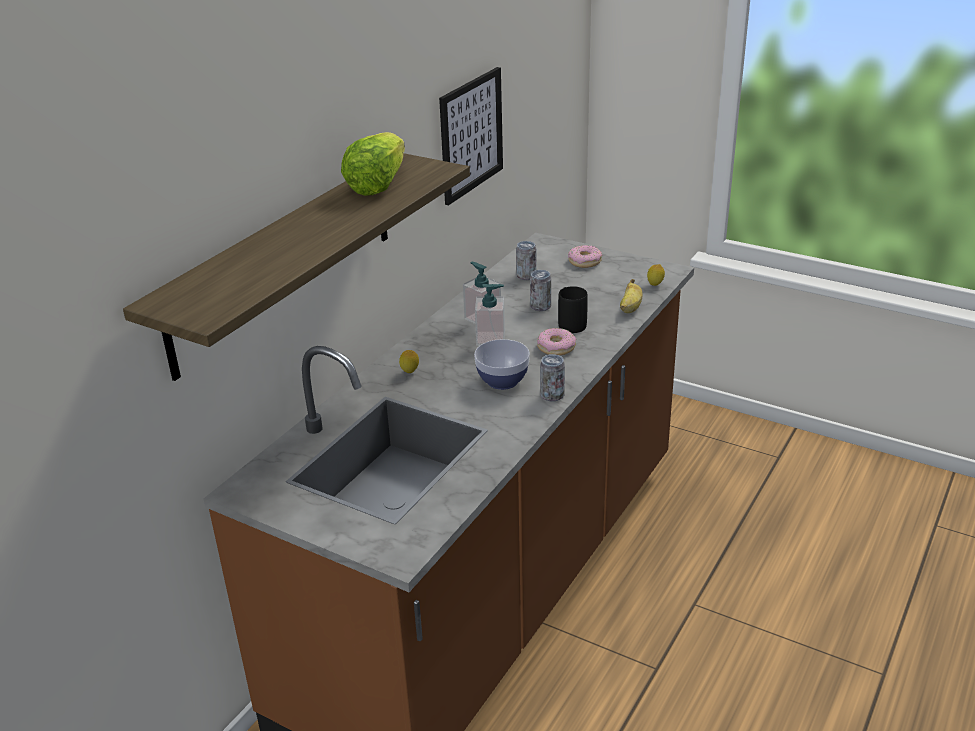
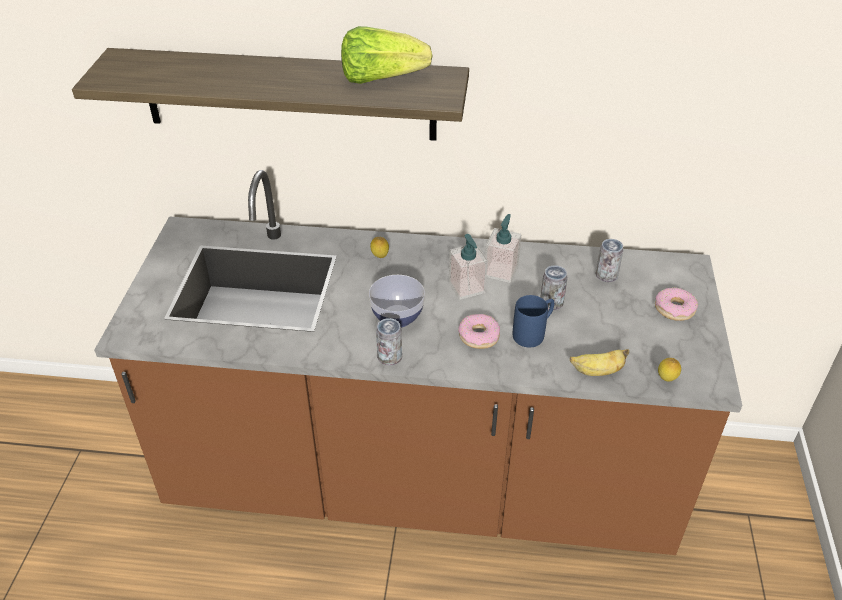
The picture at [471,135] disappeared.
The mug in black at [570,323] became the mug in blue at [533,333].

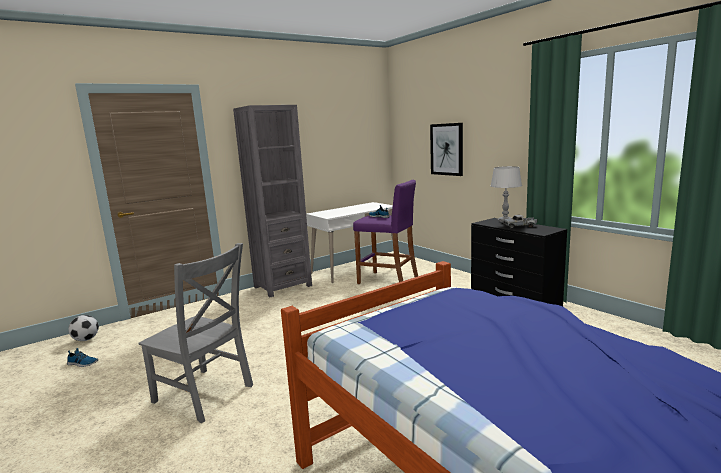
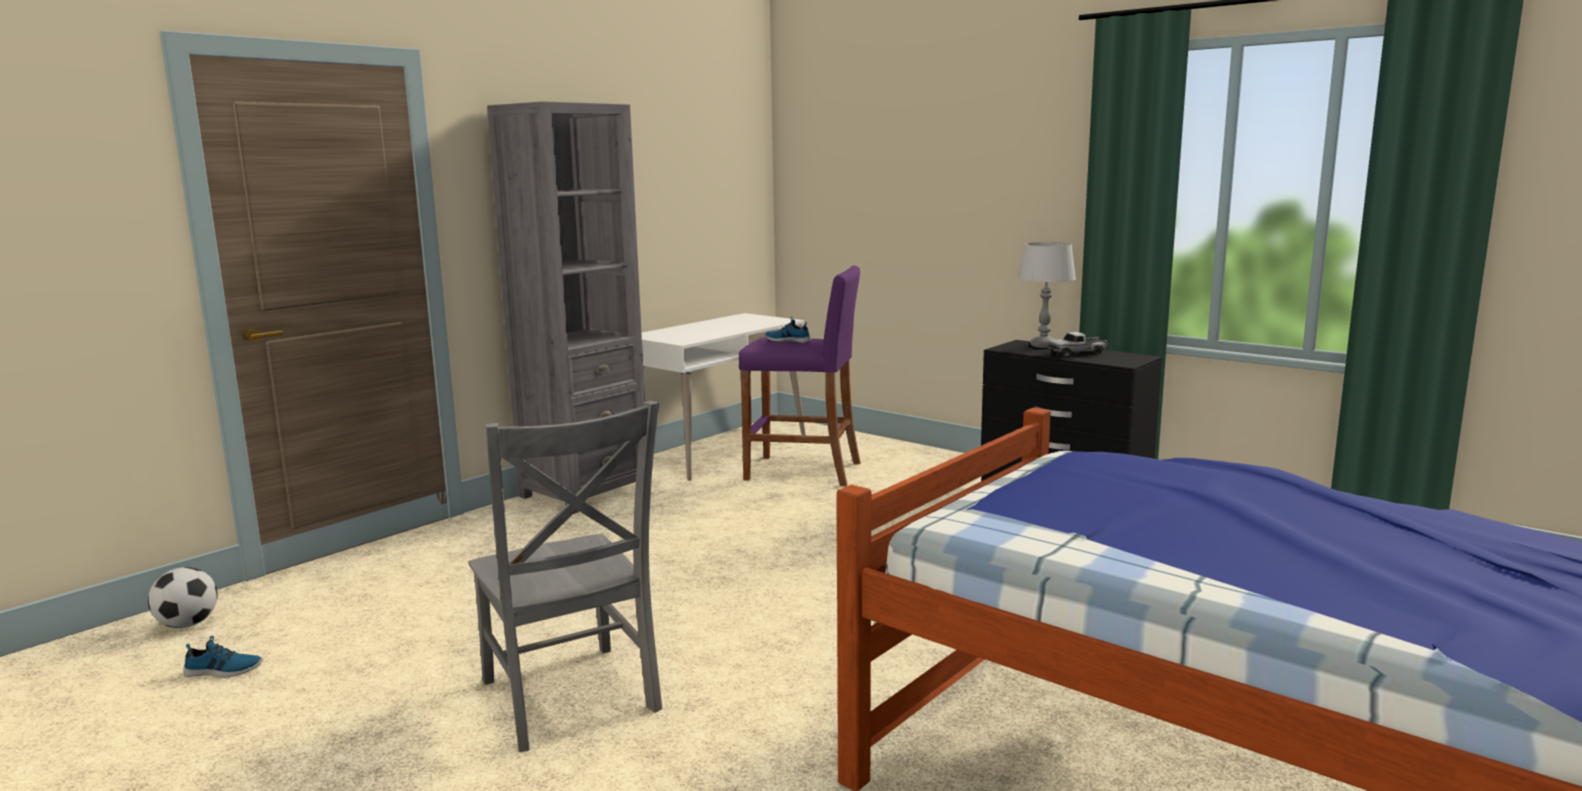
The picture at [446,149] disappeared.
The chair in grey at [205,395] turned 45 degrees clockwise.

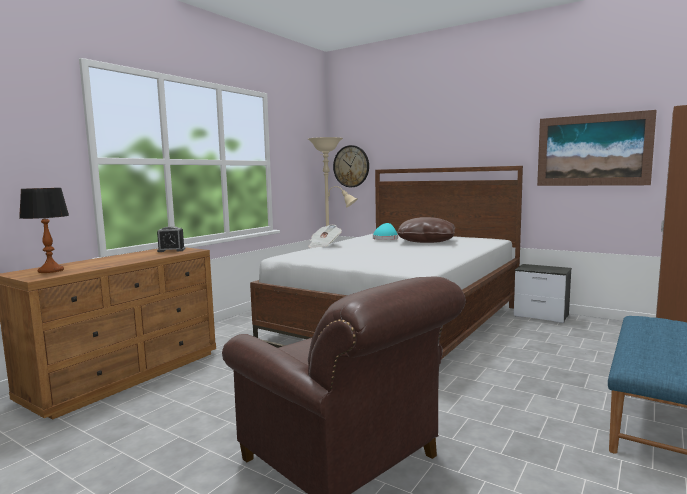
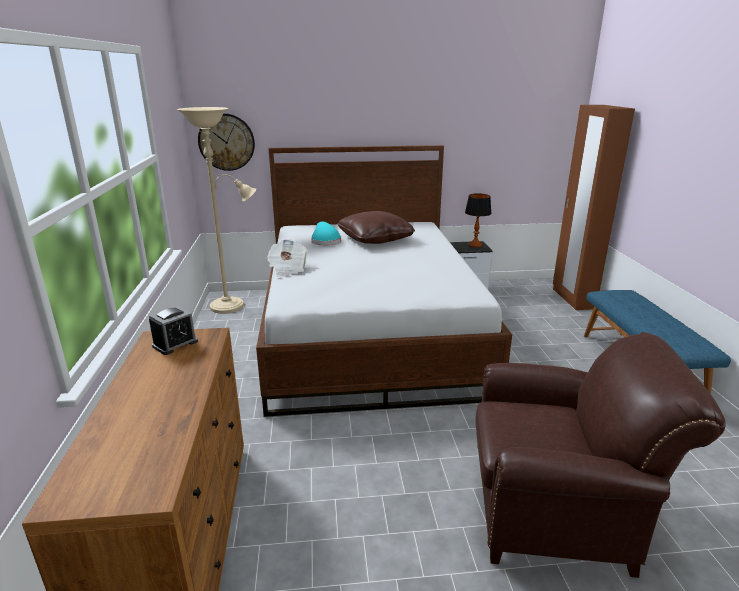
The picture at [592,150] disappeared.
The table lamp moved from [51,271] to [475,245].

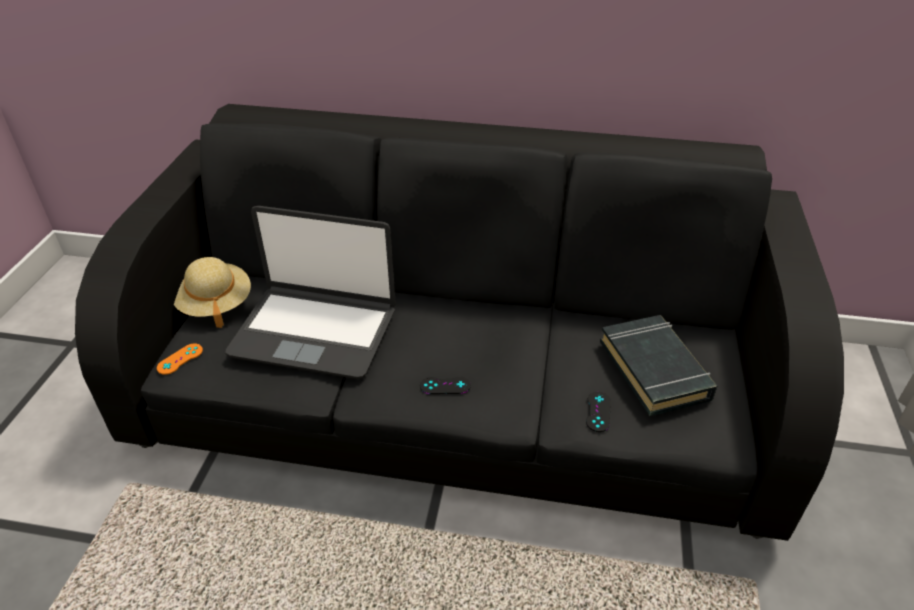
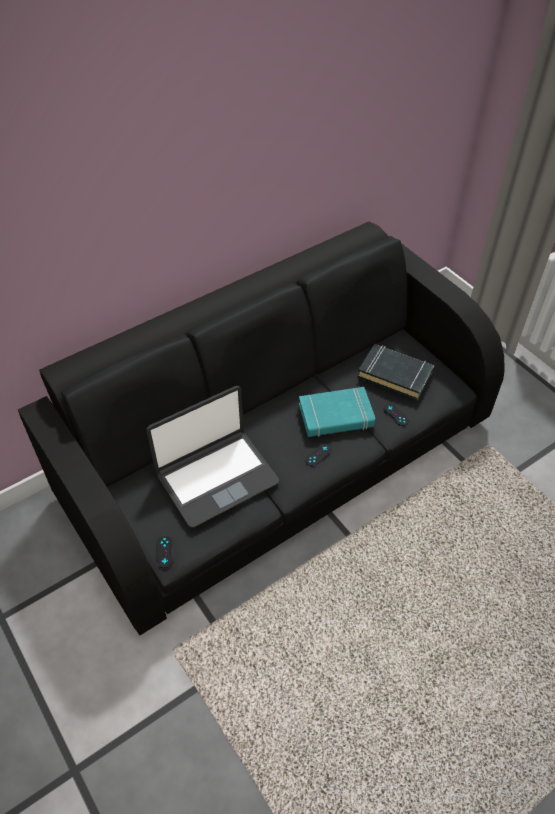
The hat in beige at [214,304] disappeared.
The book in turquoise at [336,416] appeared.
The game controller in orange at [180,359] became the game controller in black at [164,552].

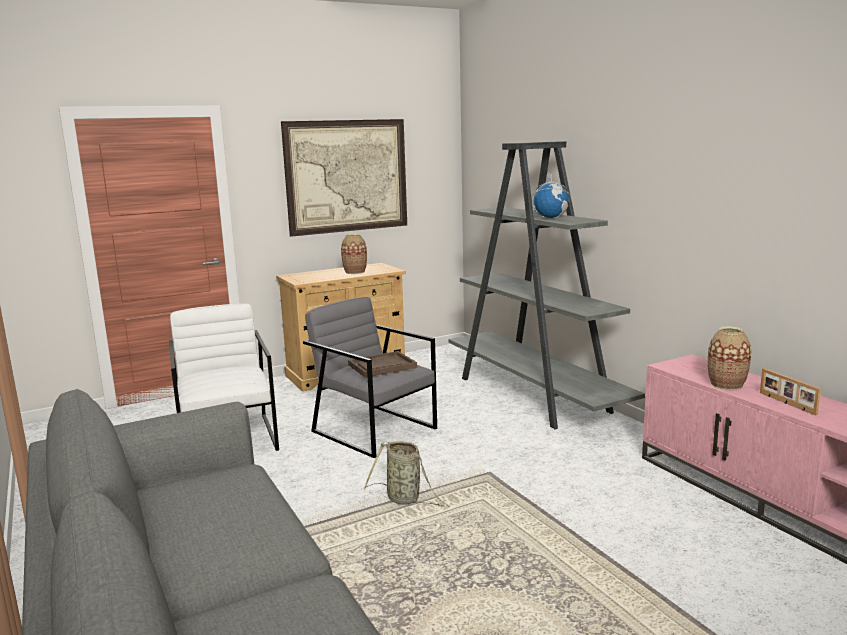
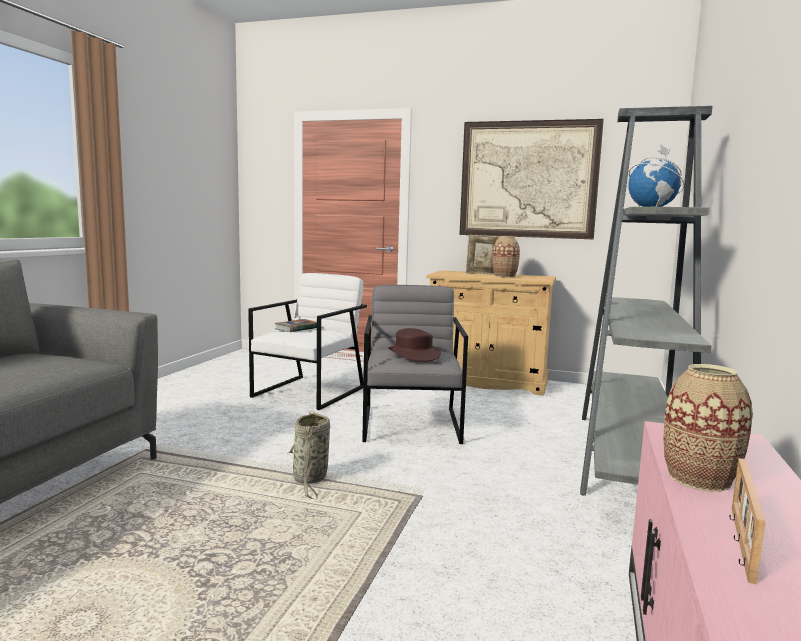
The book at [297,328] appeared.
The picture frame at [482,274] appeared.
The tray in brown at [382,366] was replaced by the hat in brown at [413,354].

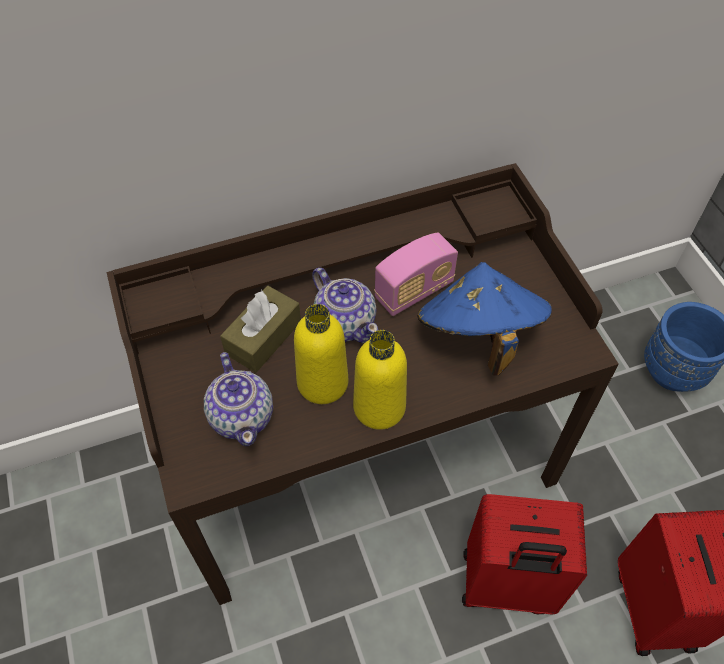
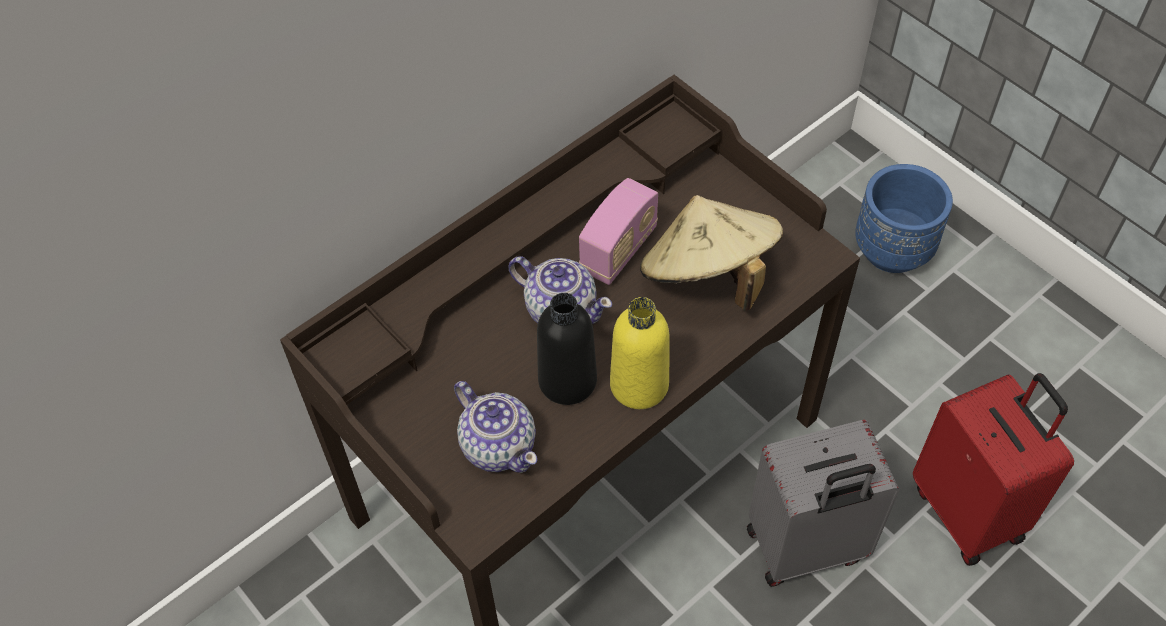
The tissue box in brown at [263,337] disappeared.
The bottle in yellow at [322,383] became the bottle in black at [567,381].
The hat in blue at [478,336] became the hat in beige at [708,276].
The suitcase in red at [506,585] became the suitcase in grey at [806,548].

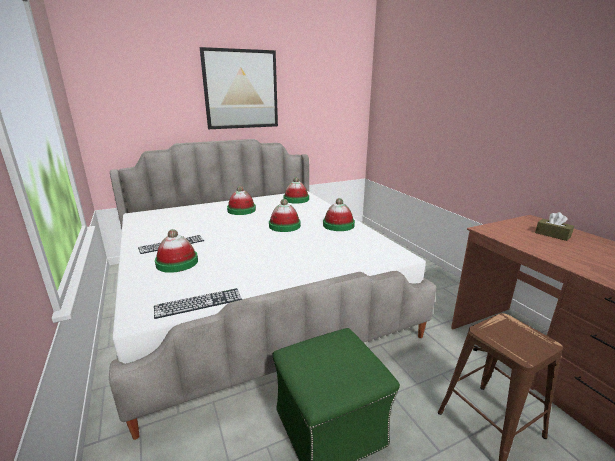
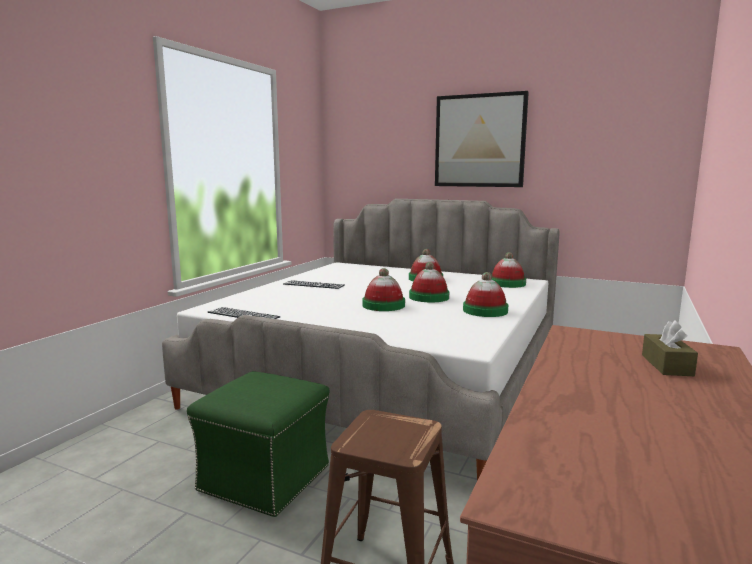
The hat moved from [177,262] to [383,305].

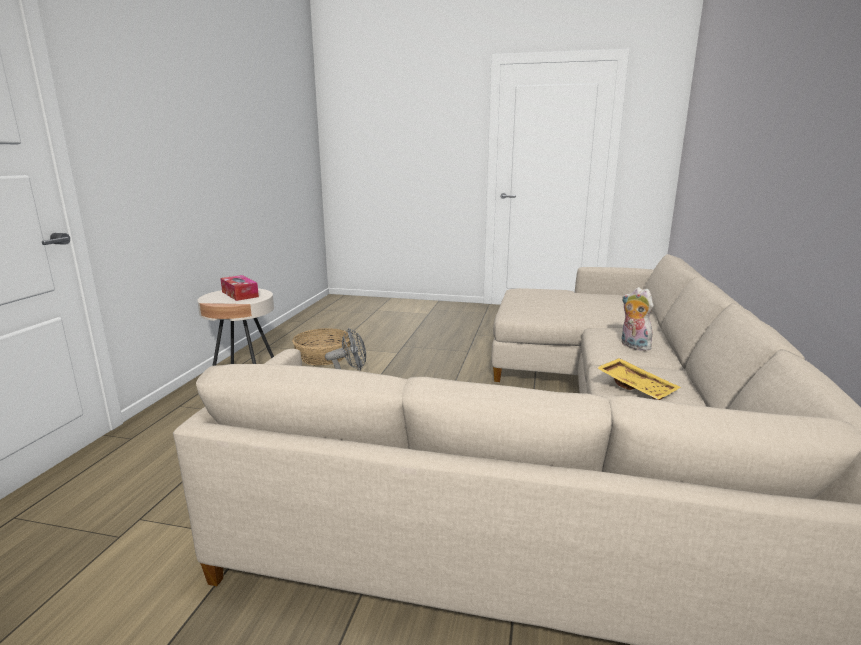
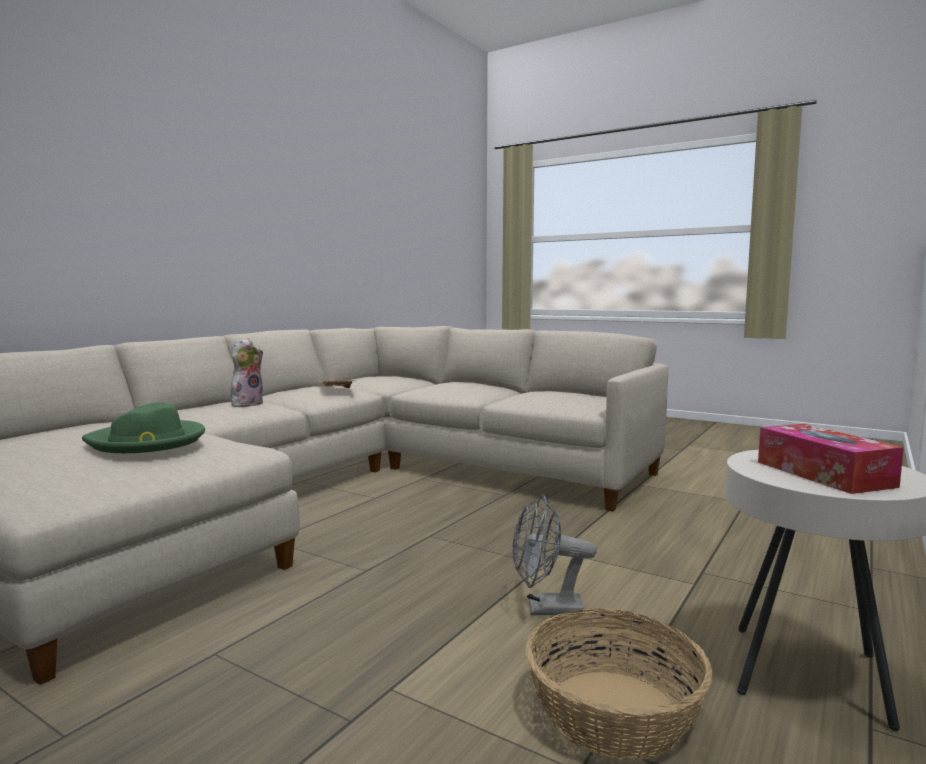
The hat in green at [148,441] appeared.
The plush toy at [633,346] turned 135 degrees counterclockwise.

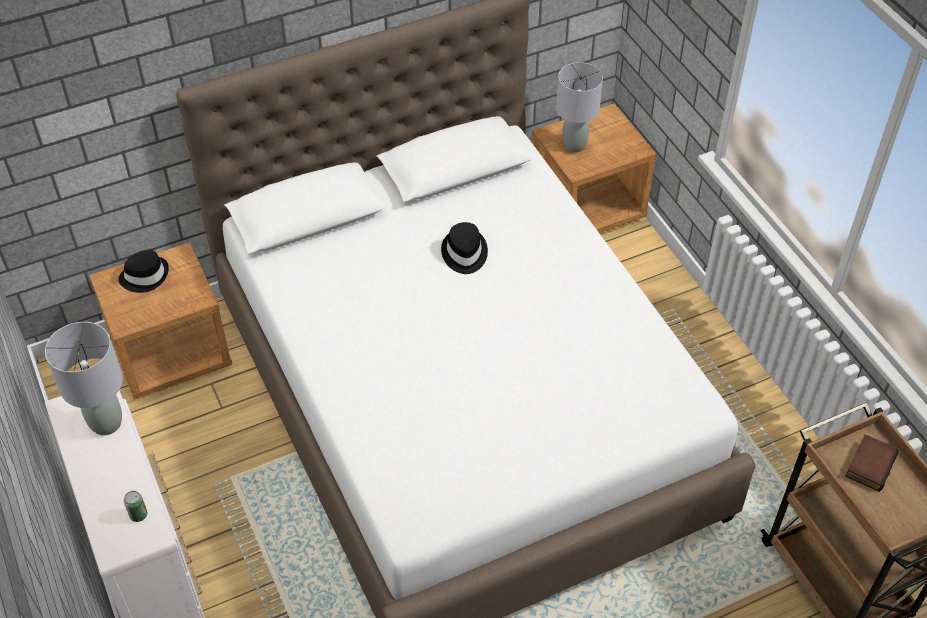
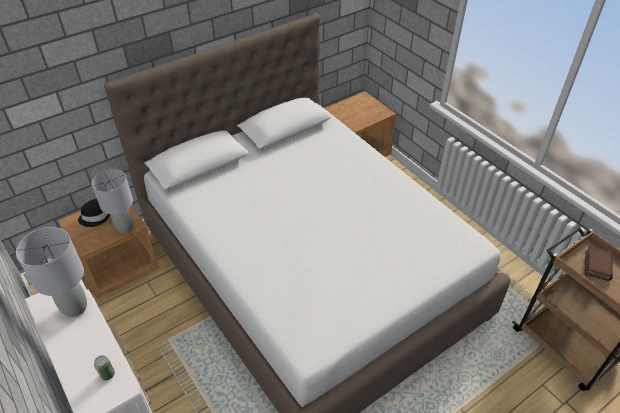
The hat in black at [464,253] disappeared.
The table lamp in grey moved from [574,145] to [125,227].

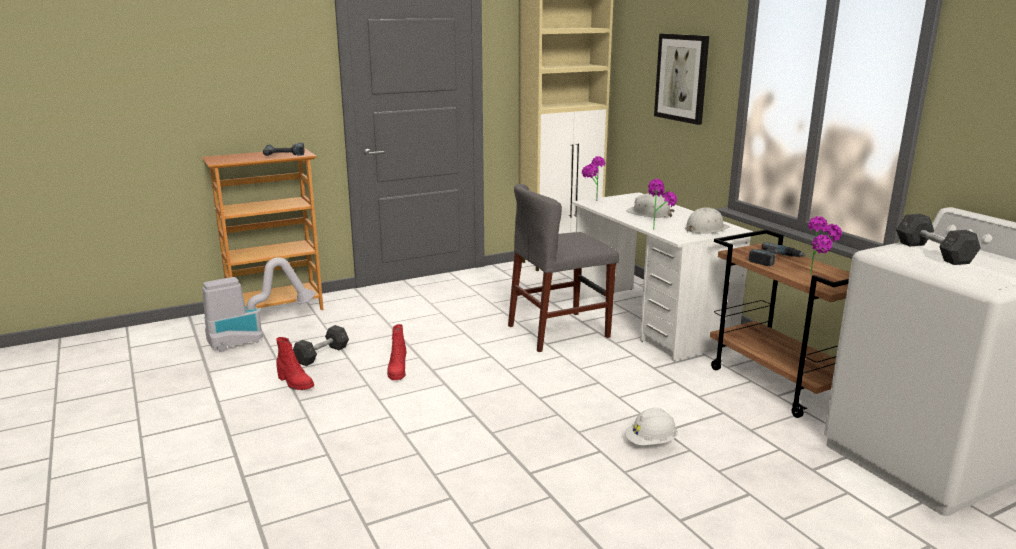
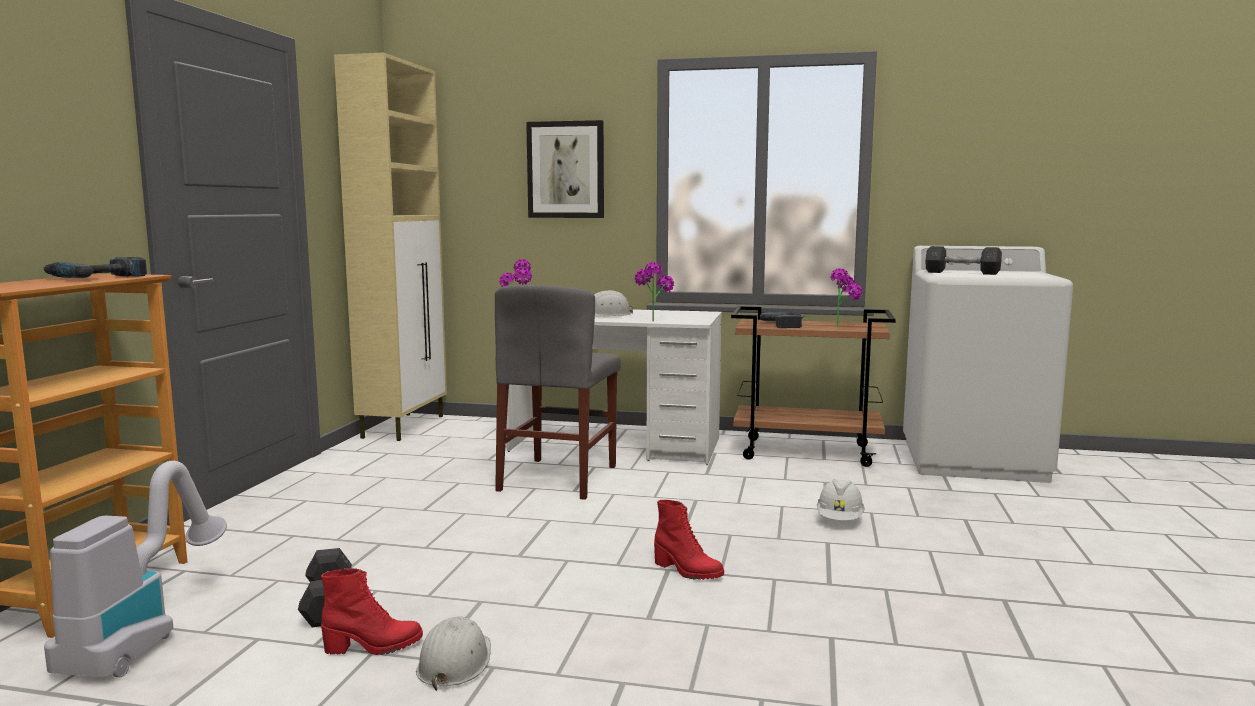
The boot in red moved from [397,371] to [687,571].
The hard hat in white moved from [705,229] to [454,662].

